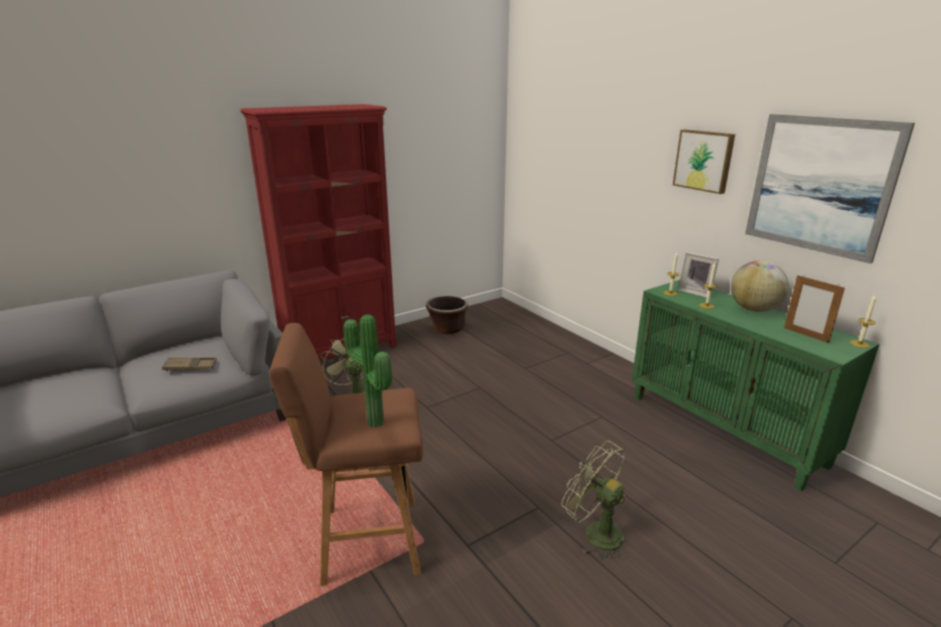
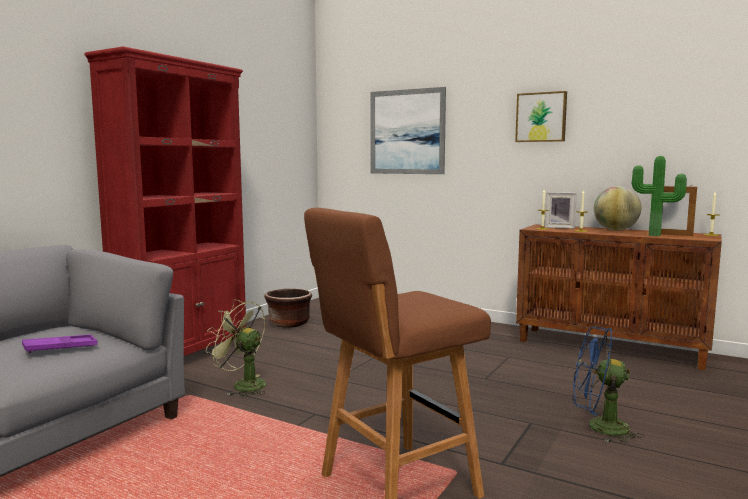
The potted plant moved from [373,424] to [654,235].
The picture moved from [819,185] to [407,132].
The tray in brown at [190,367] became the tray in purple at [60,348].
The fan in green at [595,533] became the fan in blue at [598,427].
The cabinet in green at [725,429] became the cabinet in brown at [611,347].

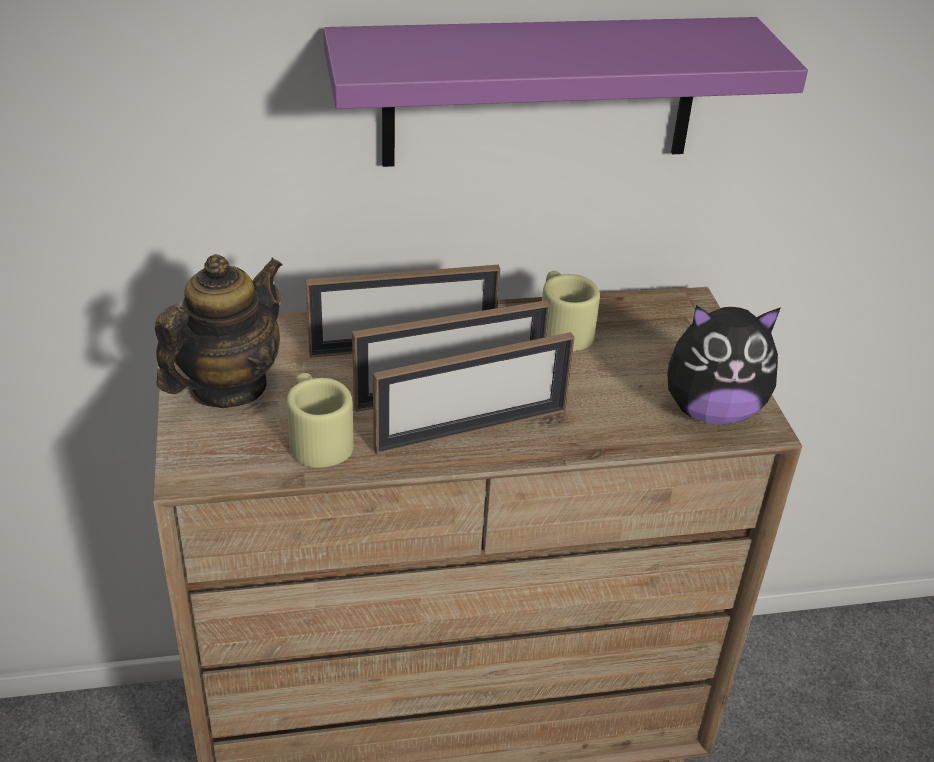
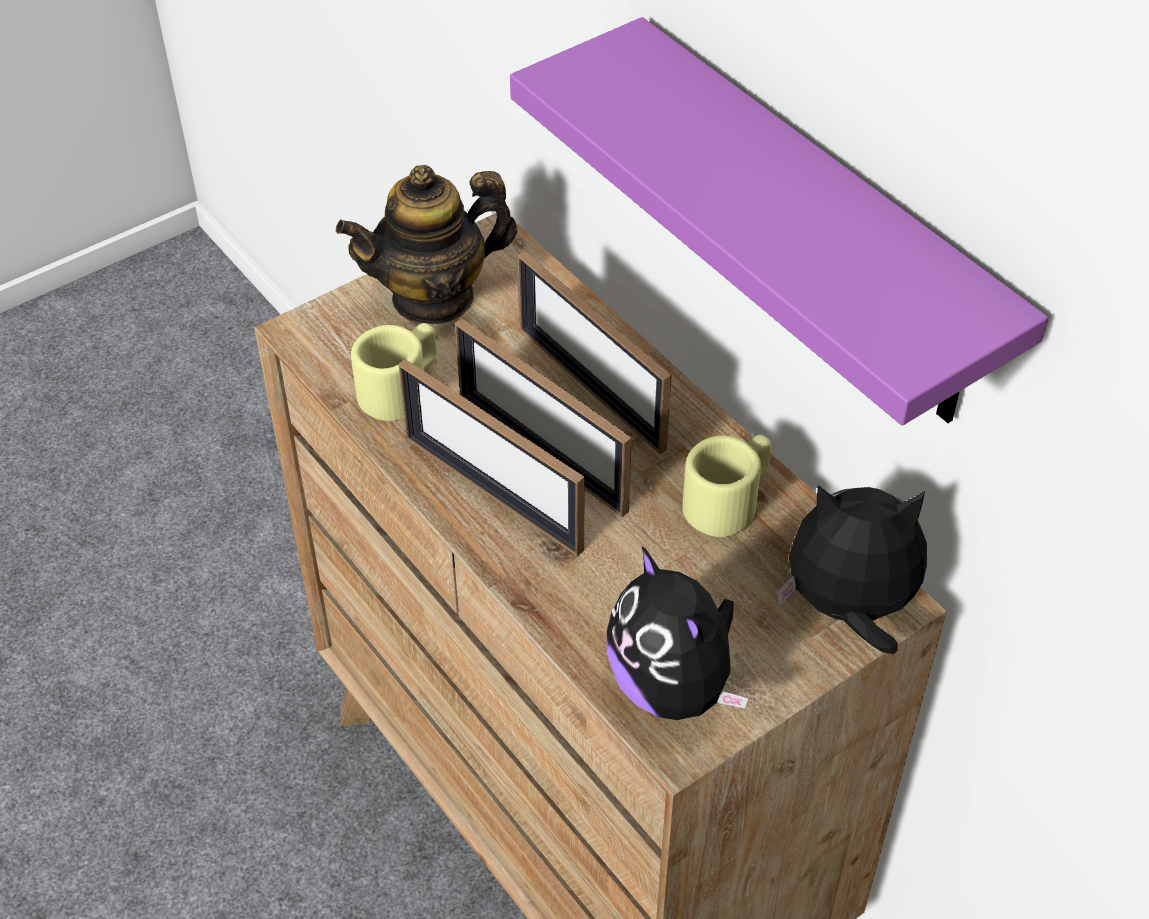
The plush toy at [849,609] appeared.
The teapot at [227,387] turned 150 degrees clockwise.

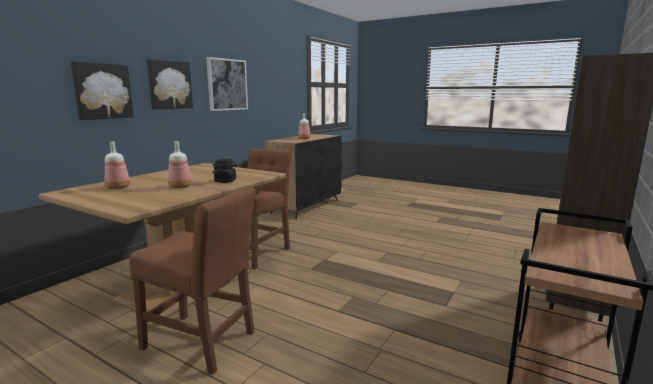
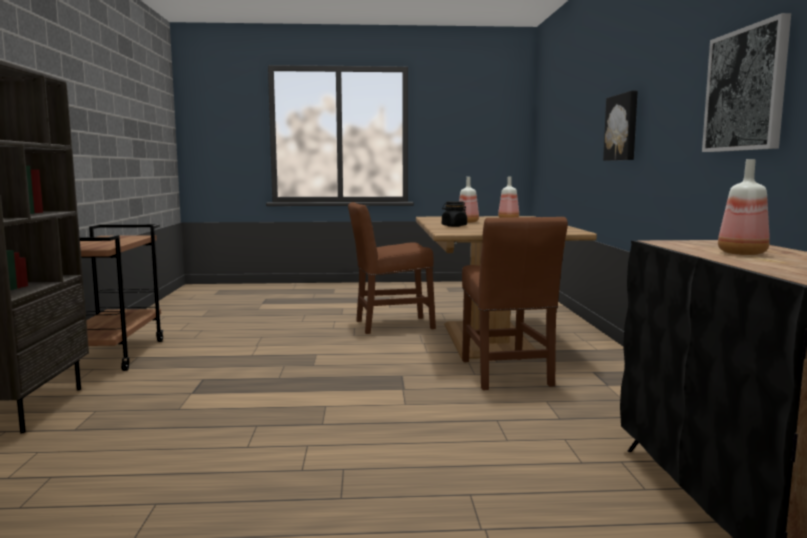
The picture at [169,85] disappeared.

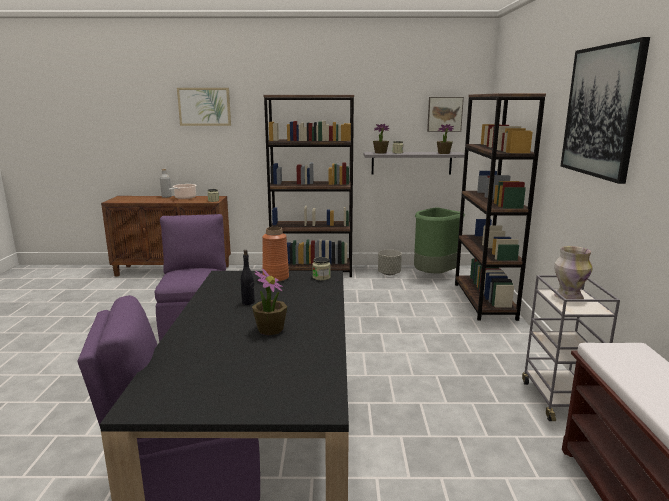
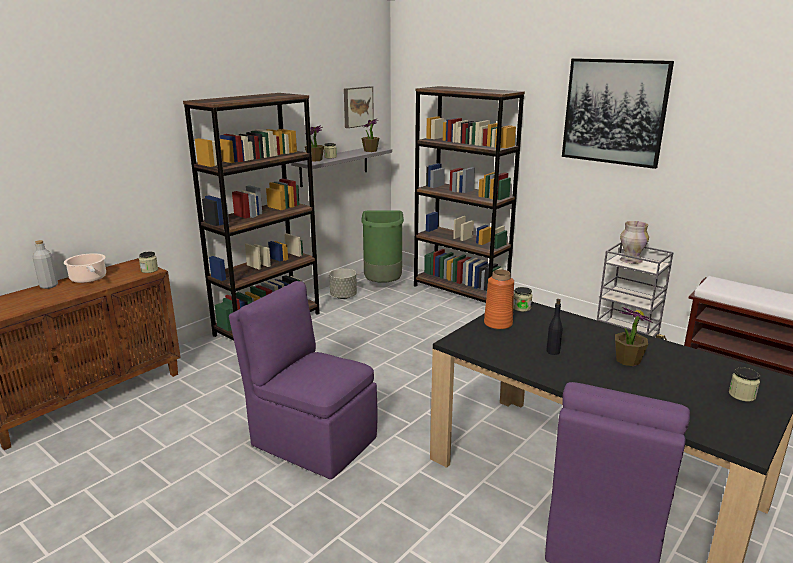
The picture at [204,106] disappeared.
The jar at [742,395] appeared.

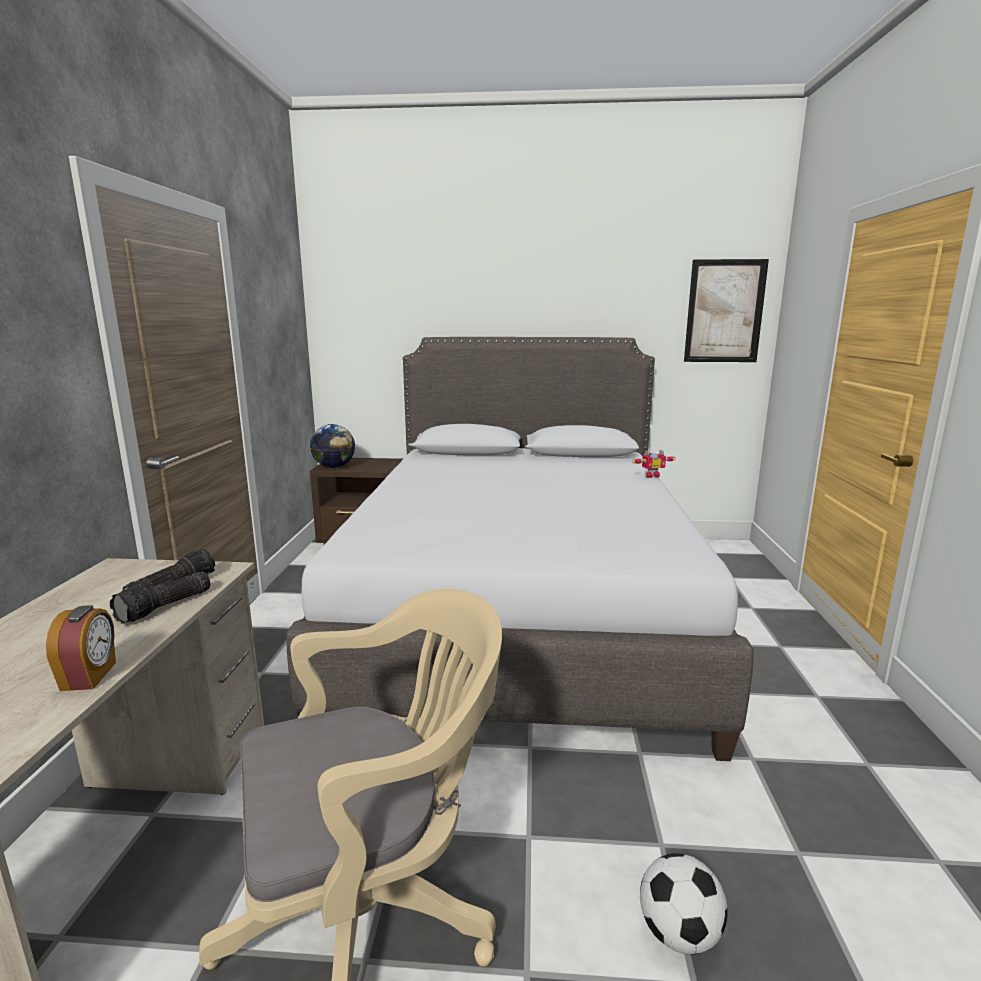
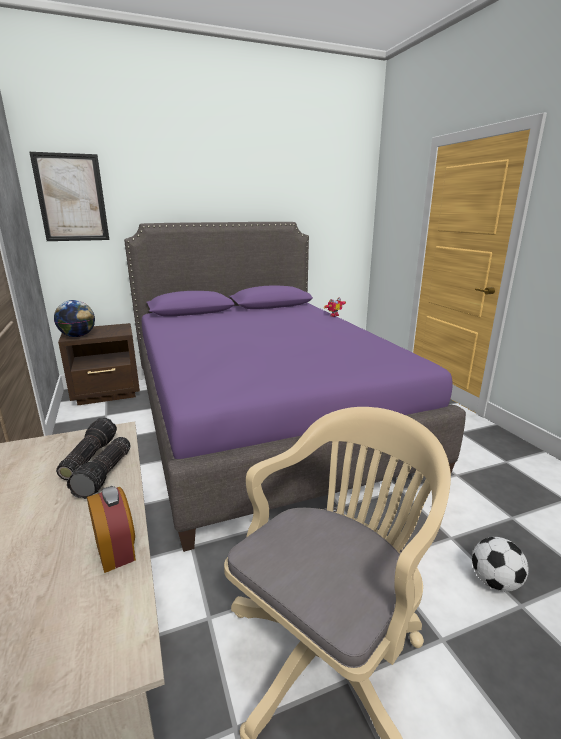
The picture moved from [724,311] to [71,198].
The bed in grey at [519,608] became the bed in purple at [263,419].

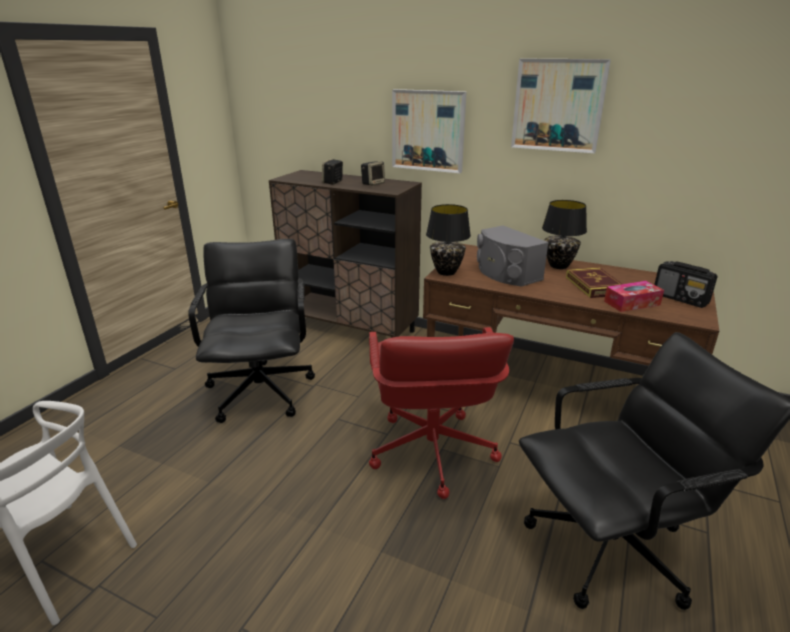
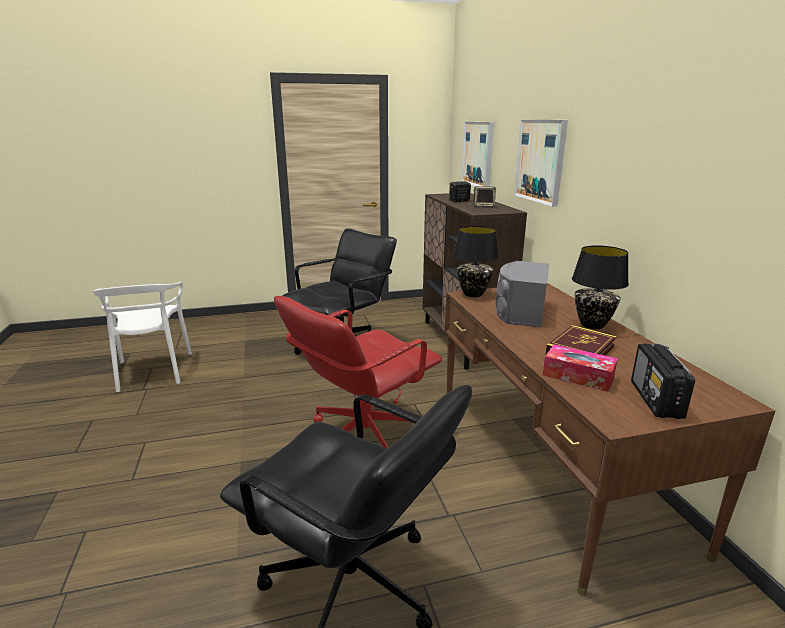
The picture moved from [558,105] to [478,154].

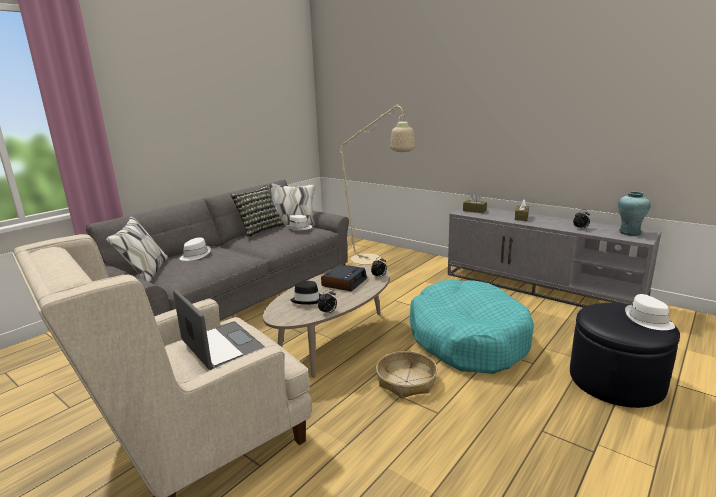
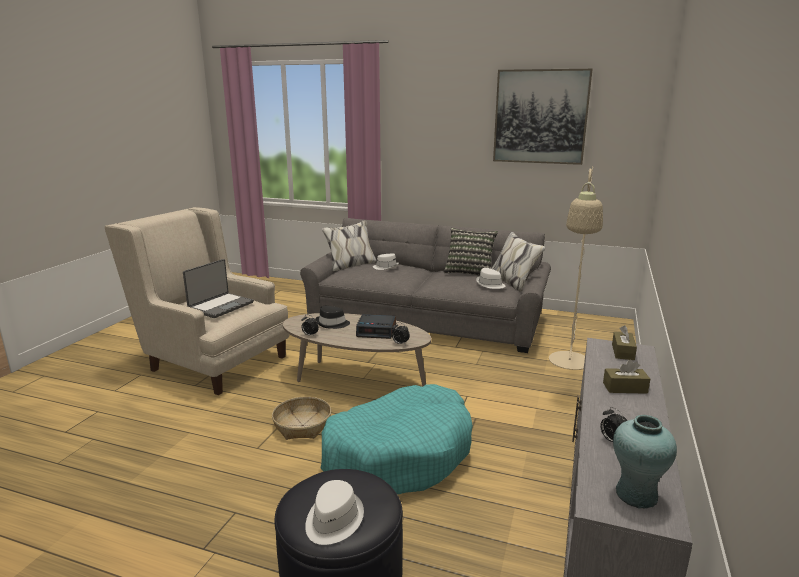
The picture at [540,117] appeared.

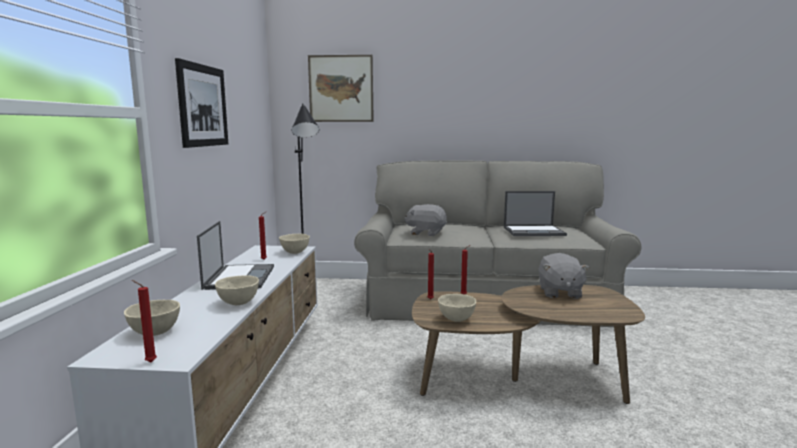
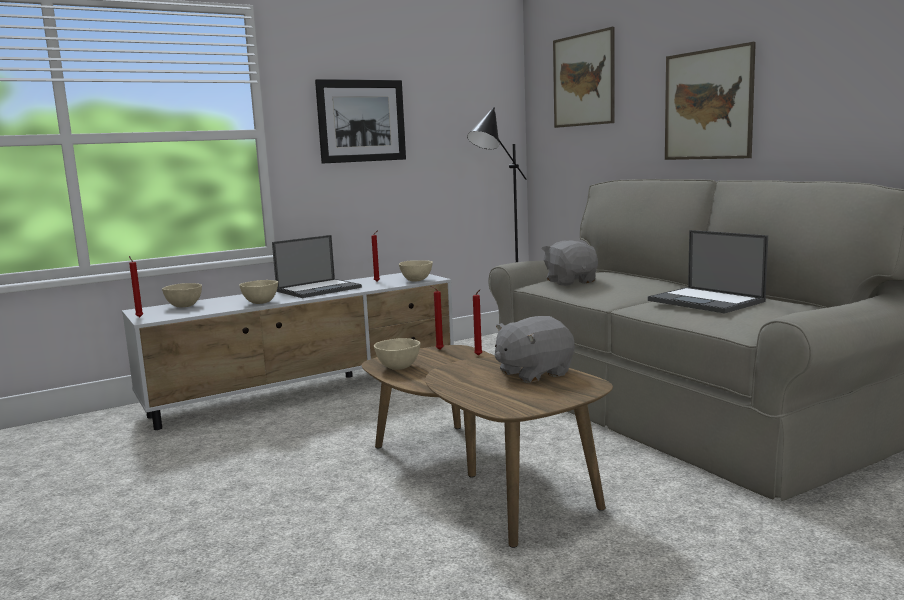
The picture at [708,105] appeared.

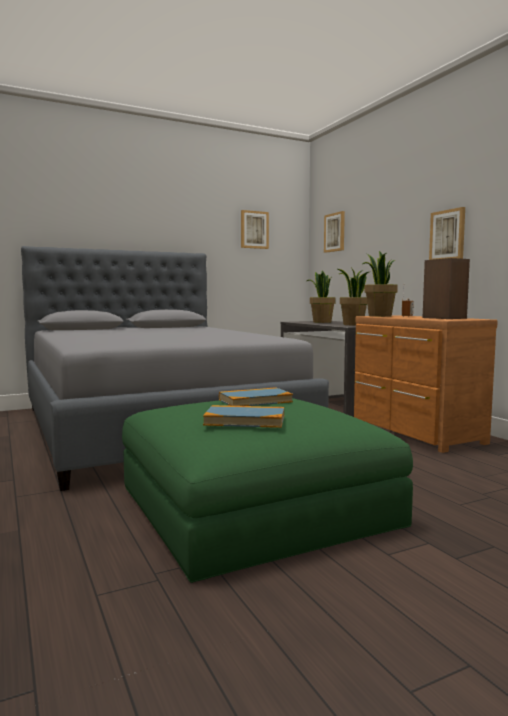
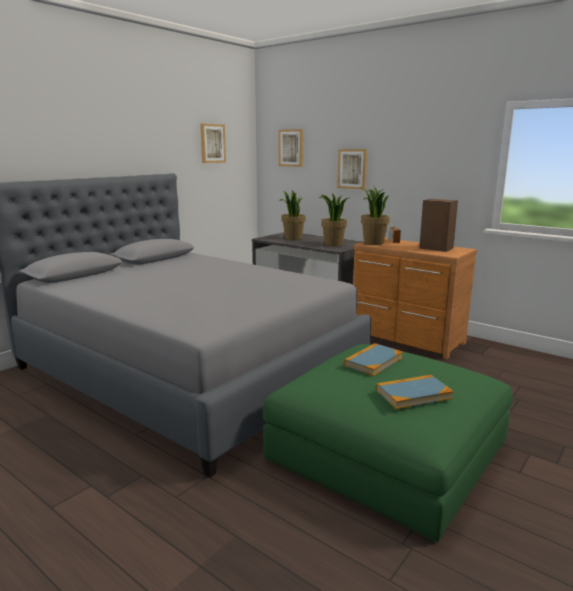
The picture moved from [447,235] to [352,169].

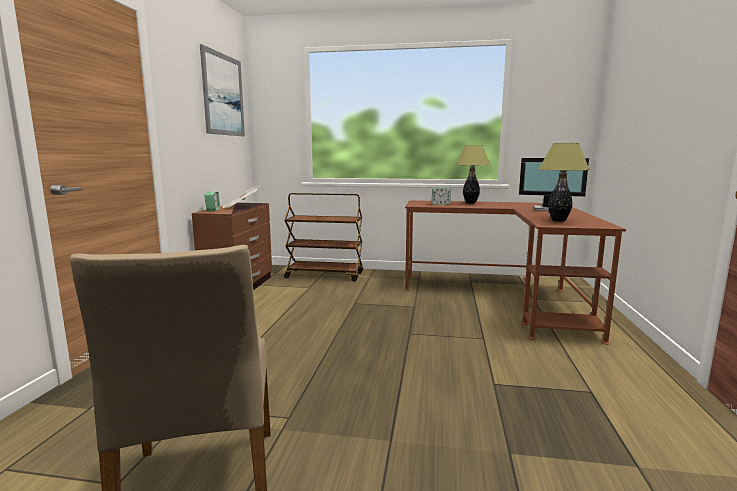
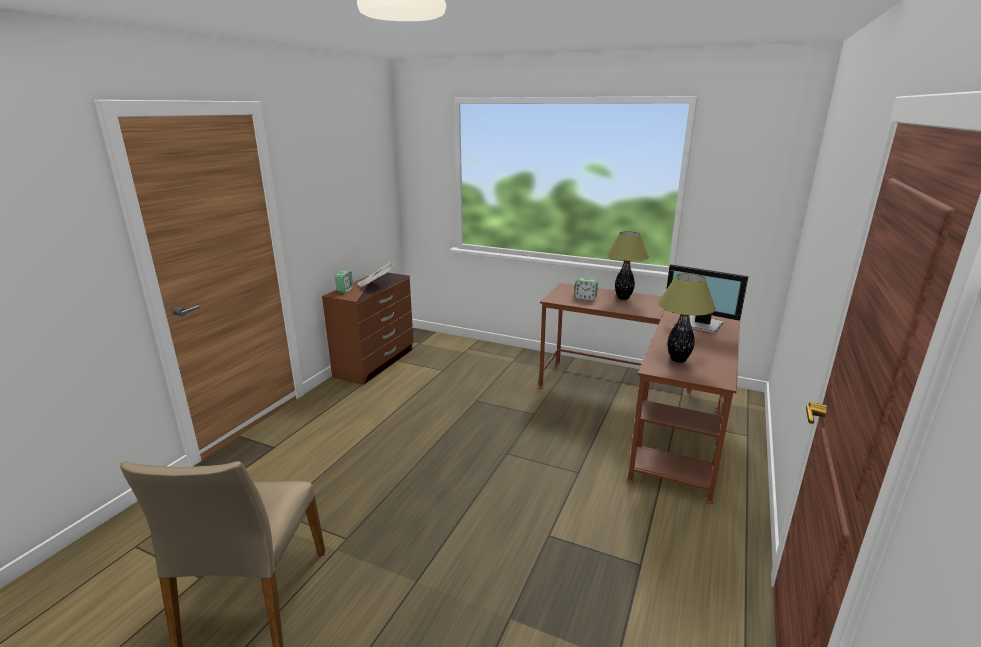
The picture at [223,95] disappeared.
The cart in brown at [325,275] disappeared.

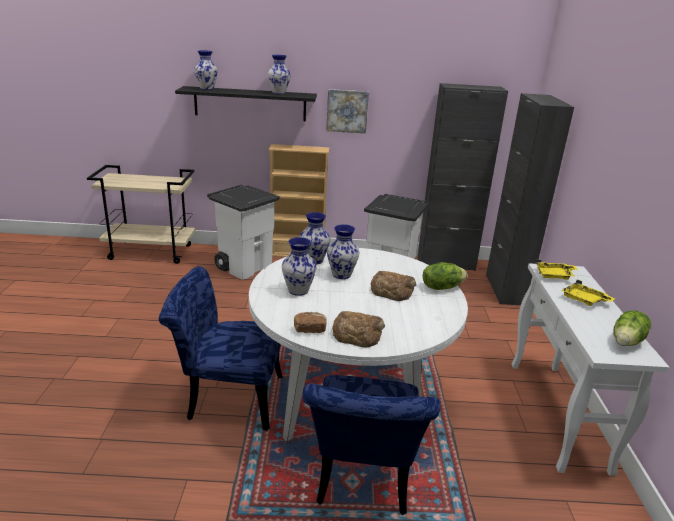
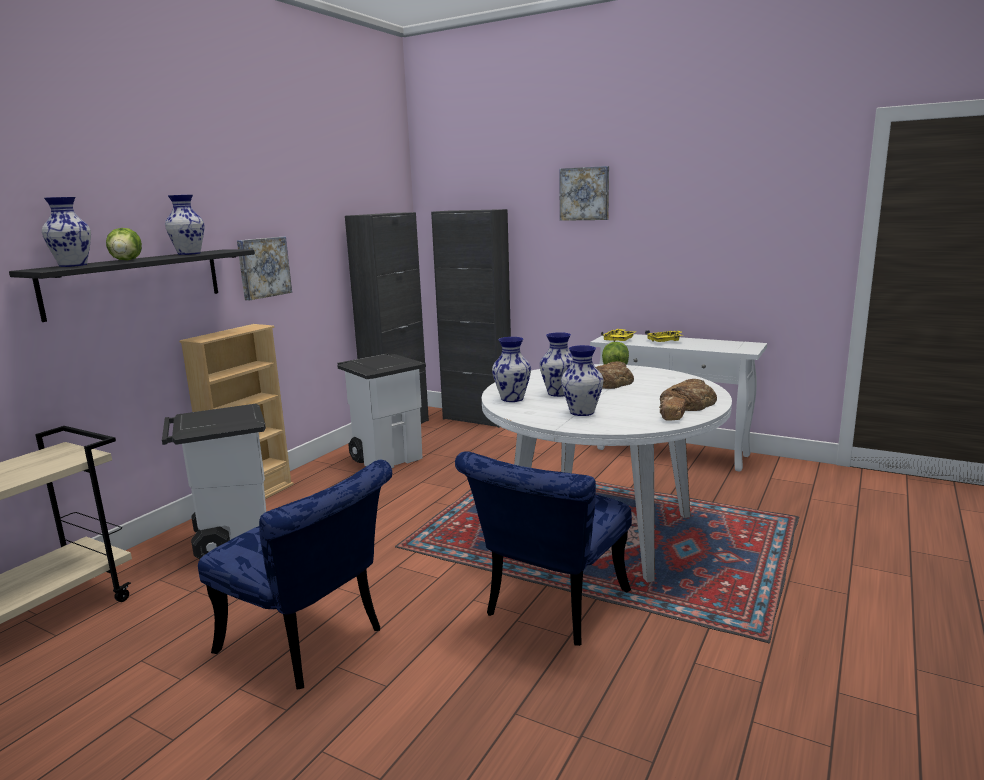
The picture at [585,193] appeared.
The chair in blue moved from [362,481] to [311,644].
The lettuce moved from [627,342] to [127,260].

